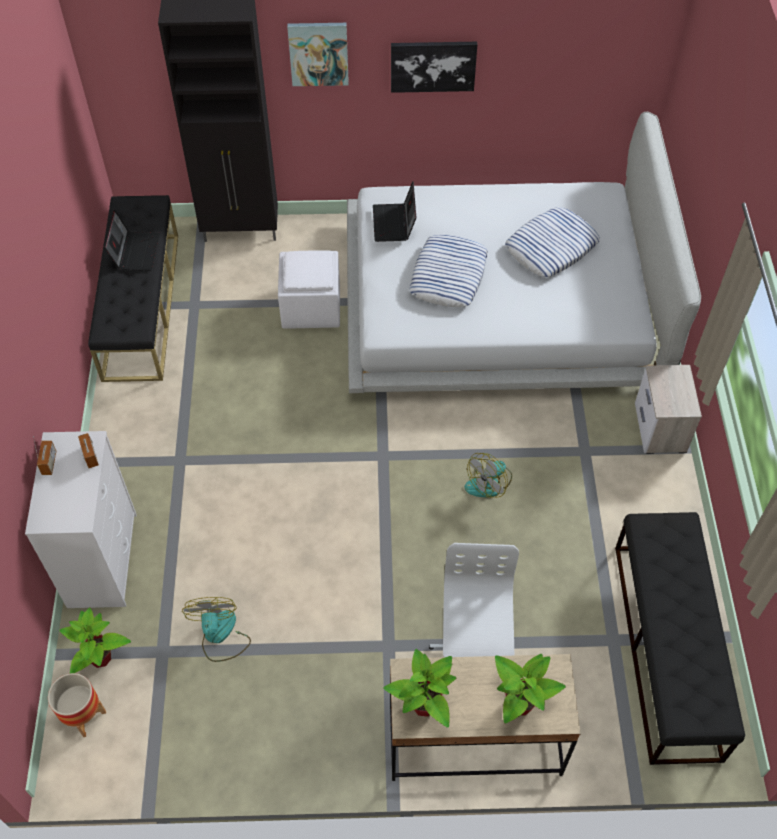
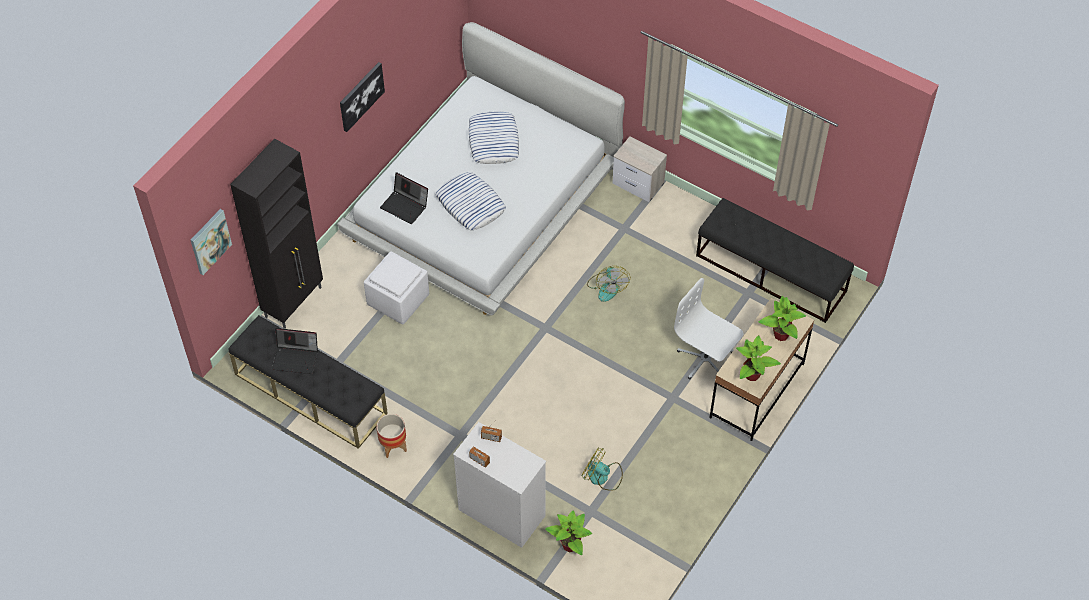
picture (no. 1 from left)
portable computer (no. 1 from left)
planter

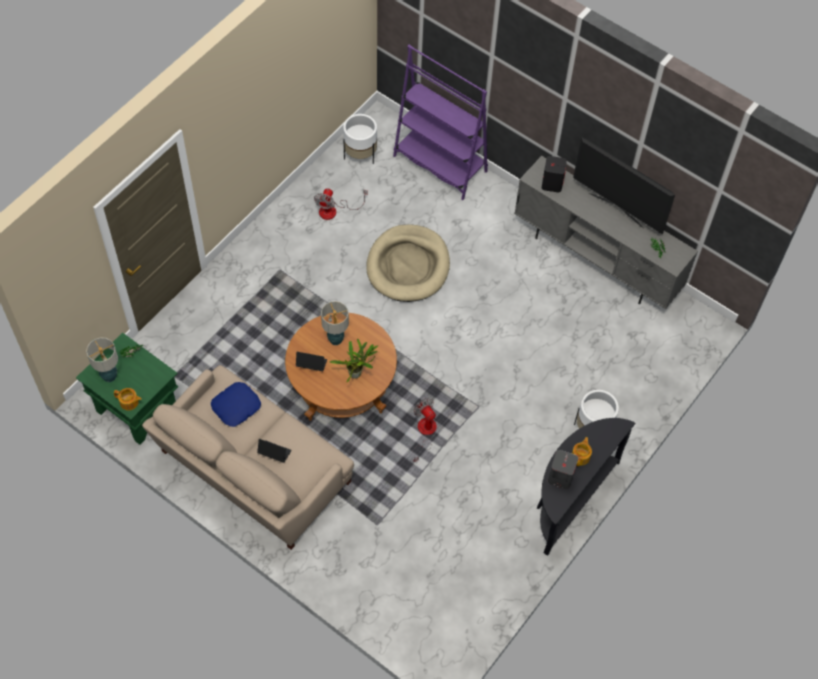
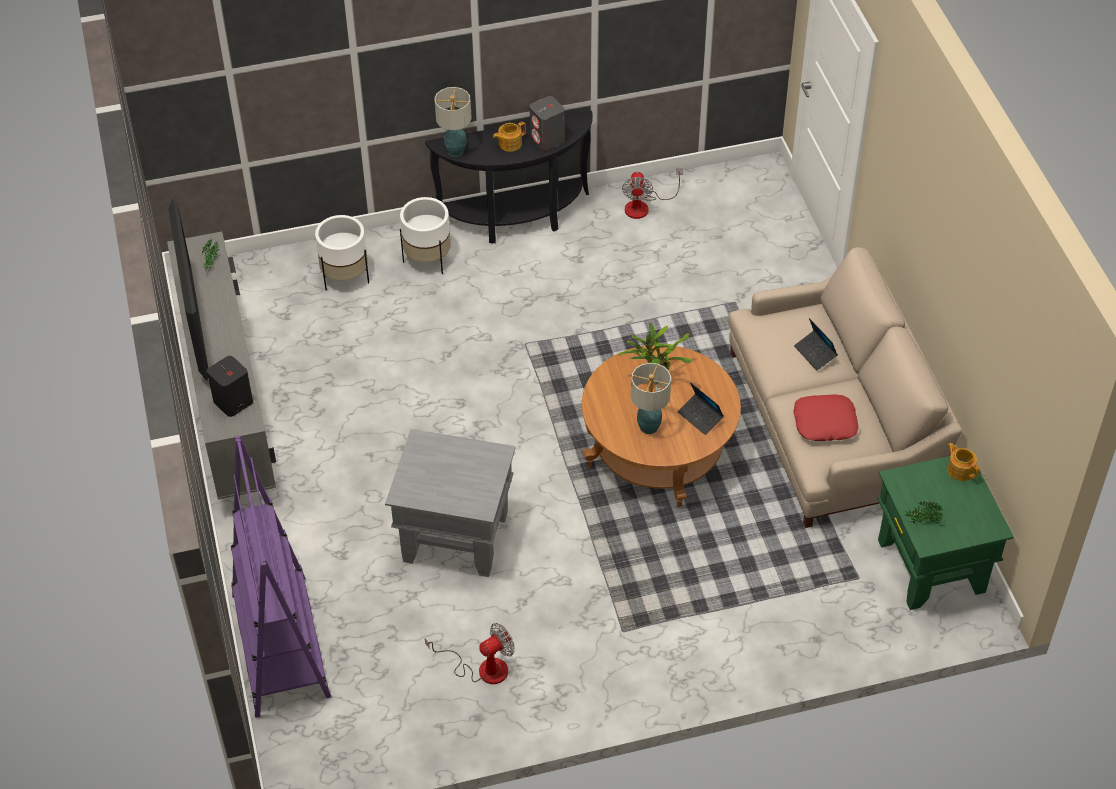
white planter (no. 1 from left)
grey end table
lamp for a table (no. 1 from left)
red throw pillow
fan (no. 2 from left)

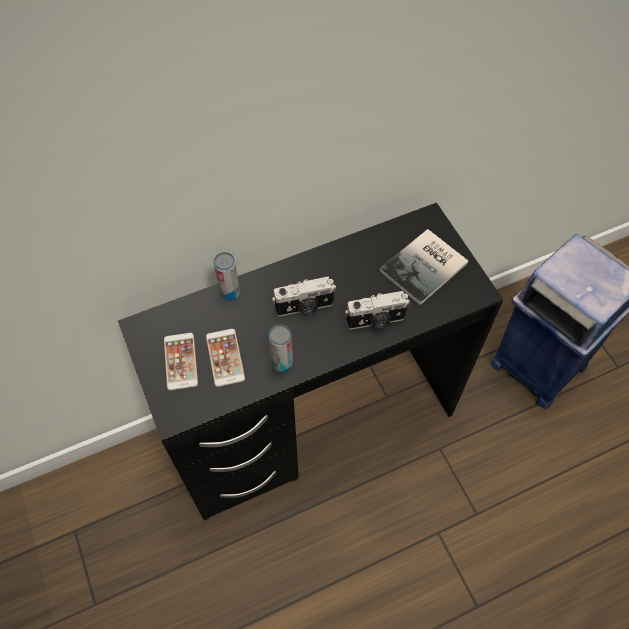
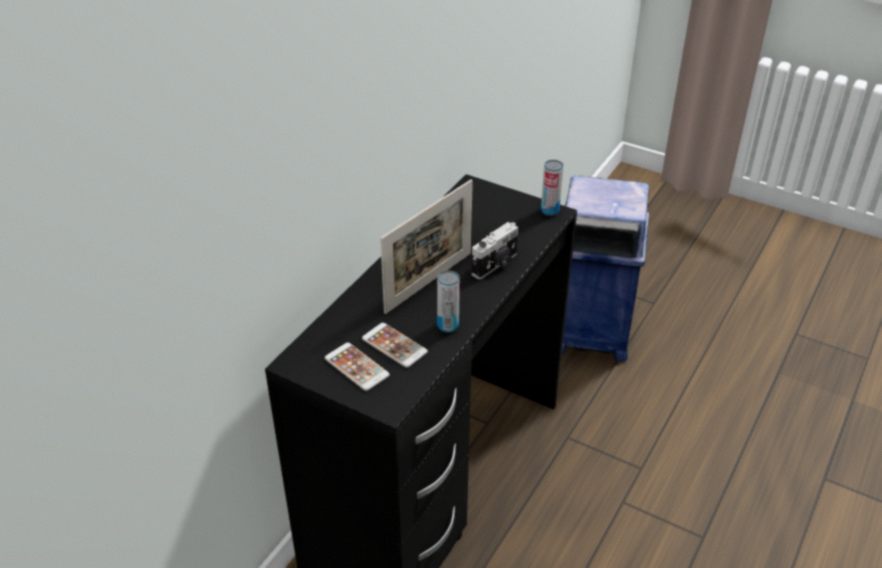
bound book
sealed can (no. 2 from left)
photo frame

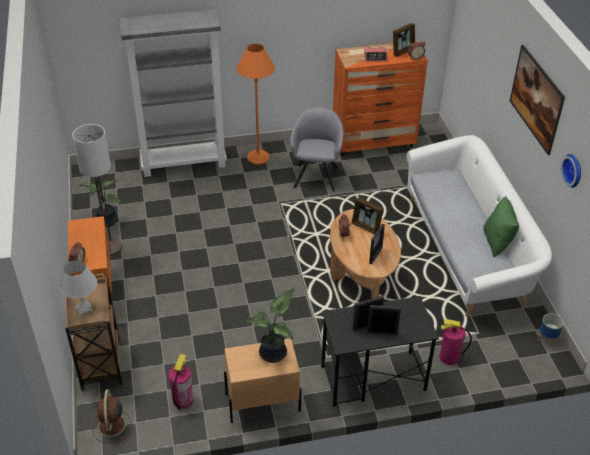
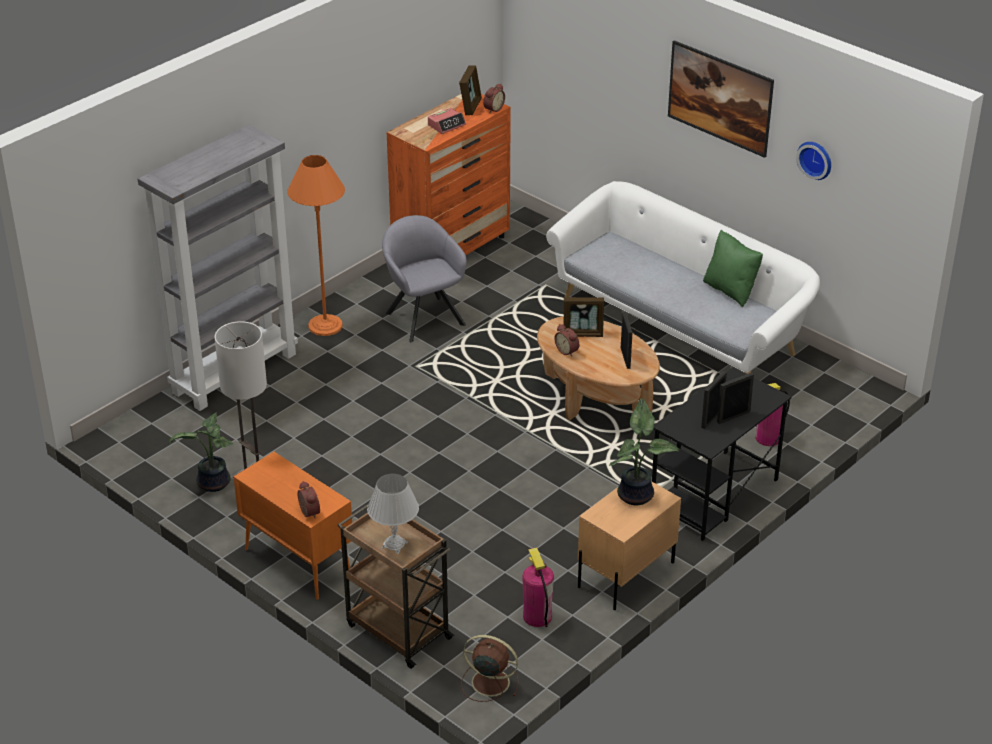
planter
brown fan

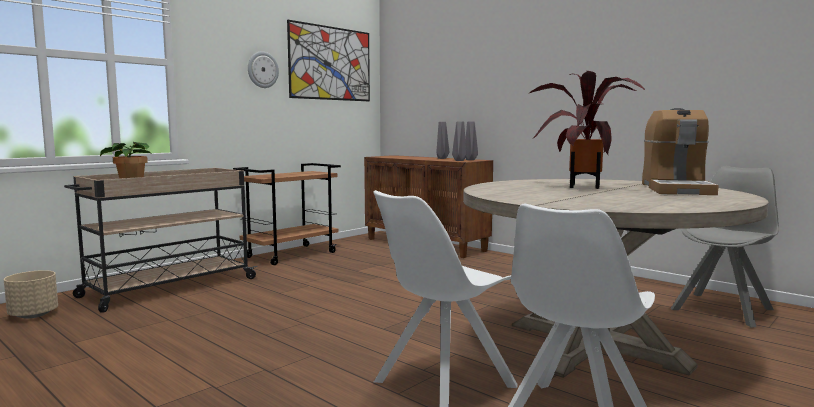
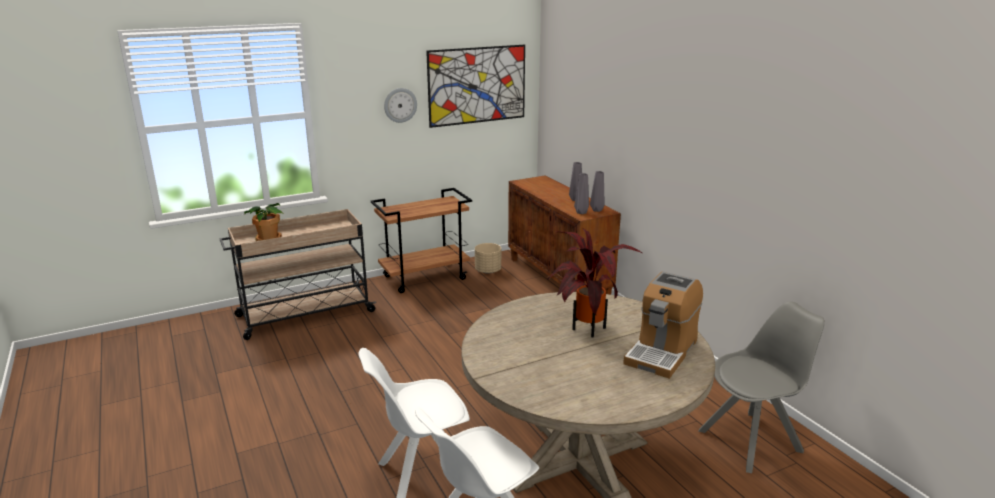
beige-coloured planter

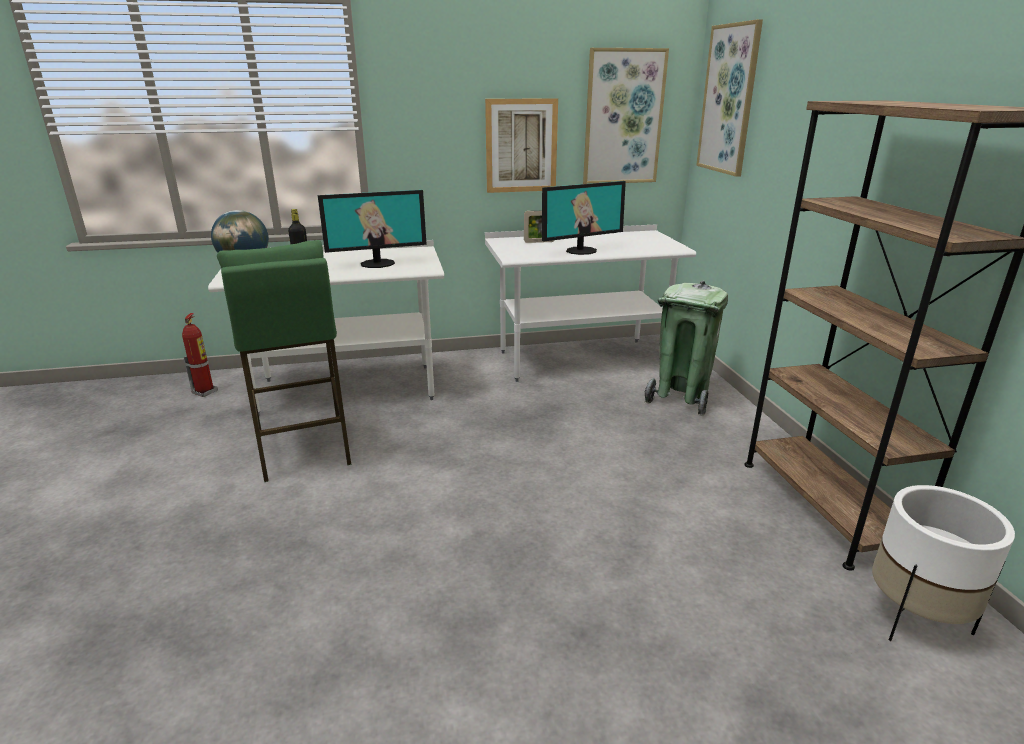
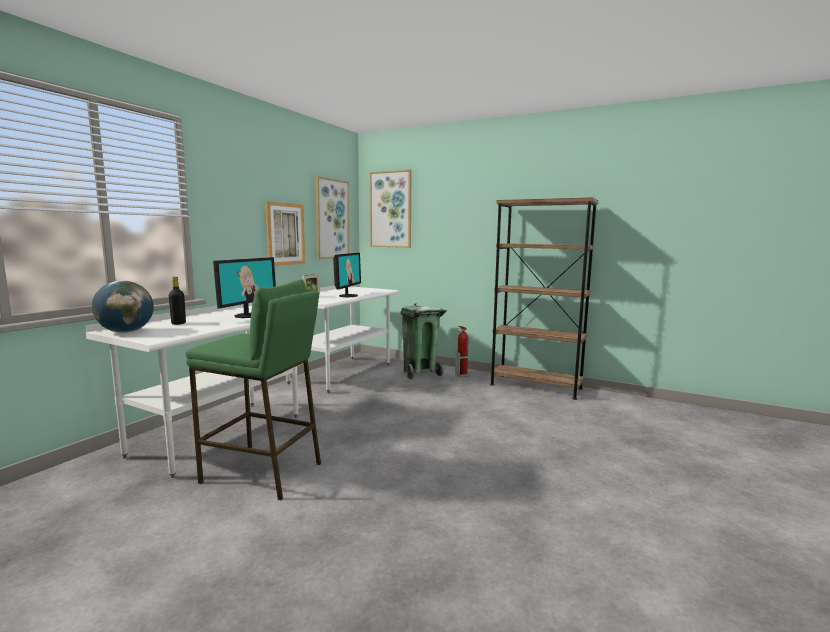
extinguisher
white planter

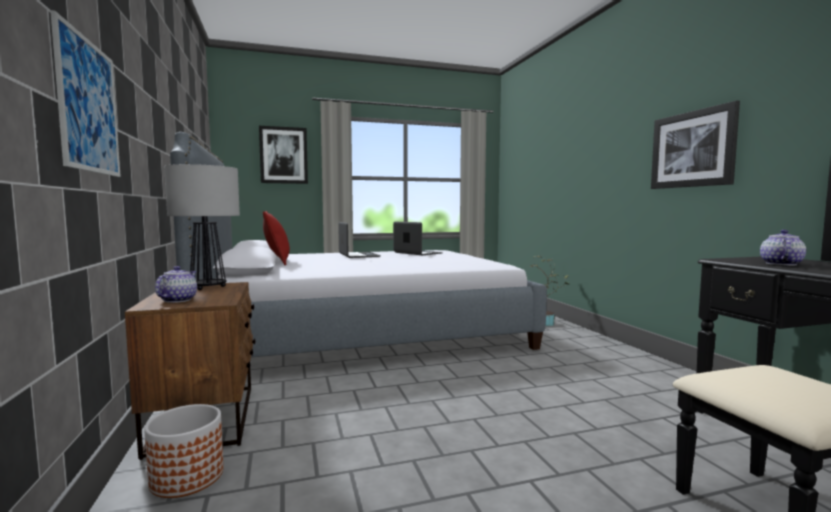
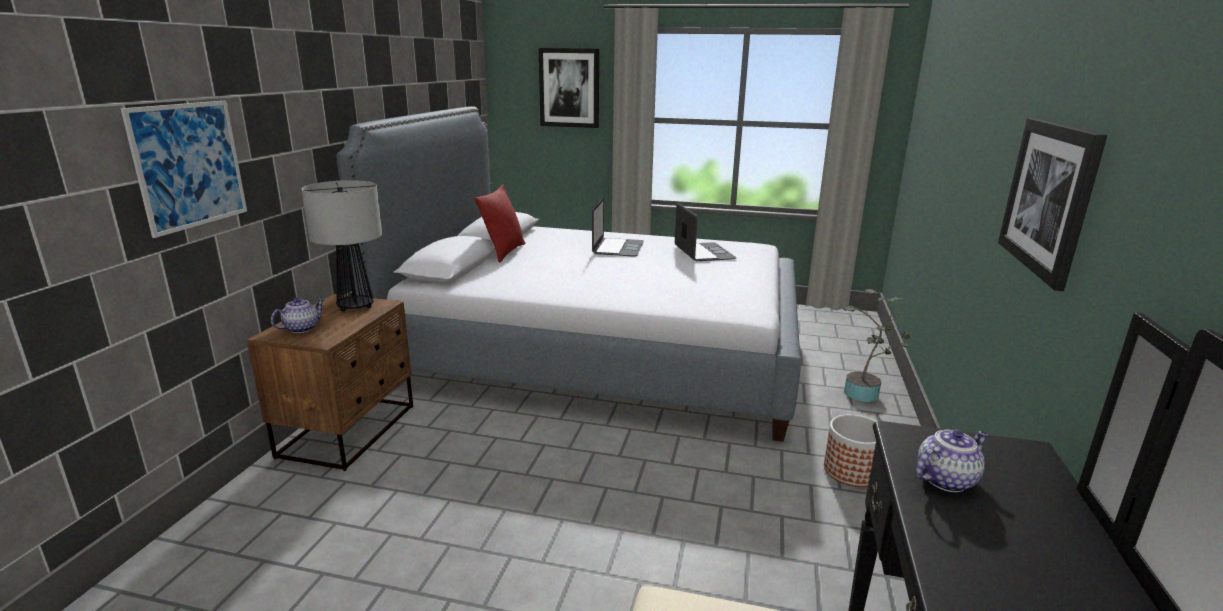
planter

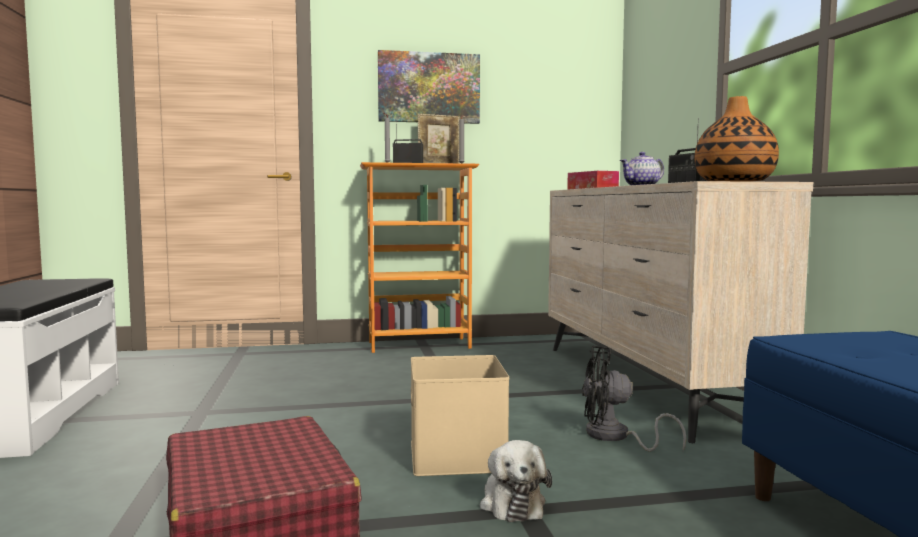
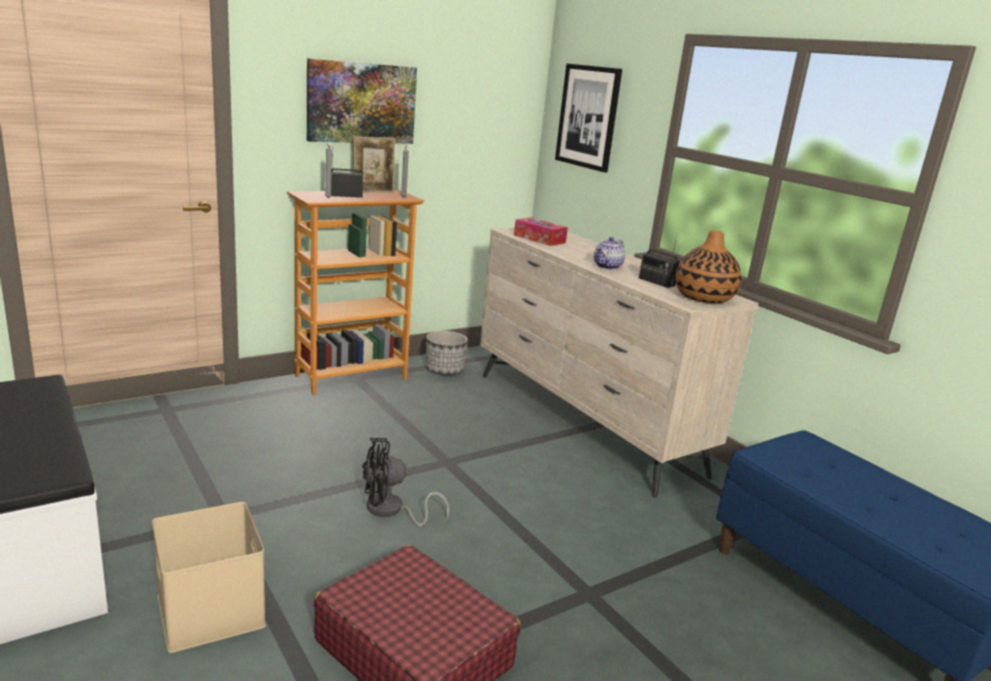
black fan
beige-coloured storage bin
plush toy
picture (no. 2 from left)
planter

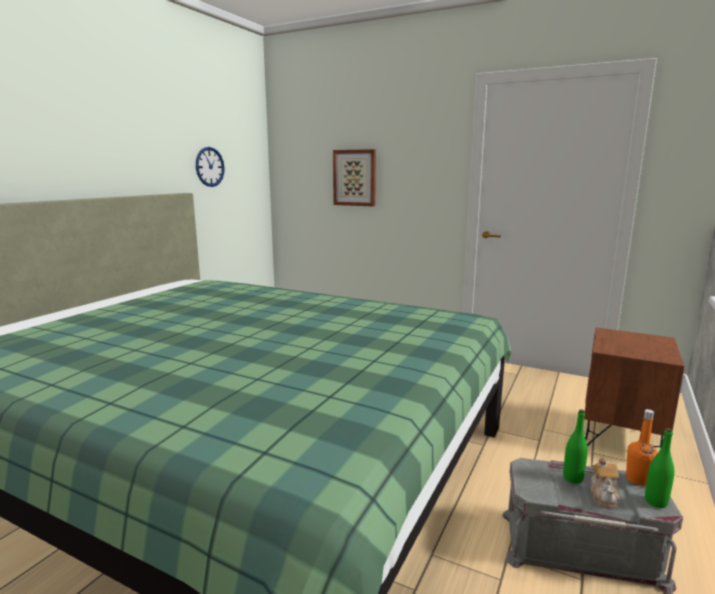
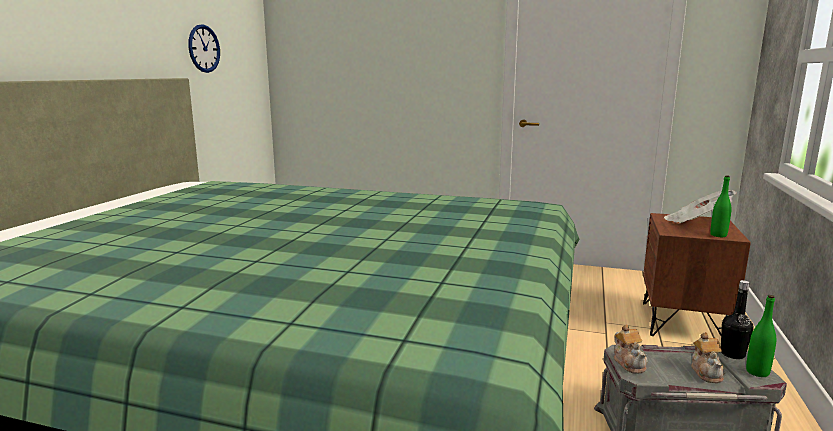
picture
green bottle (no. 1 from left)
black bottle
printed paper
pot for tea (no. 1 from left)

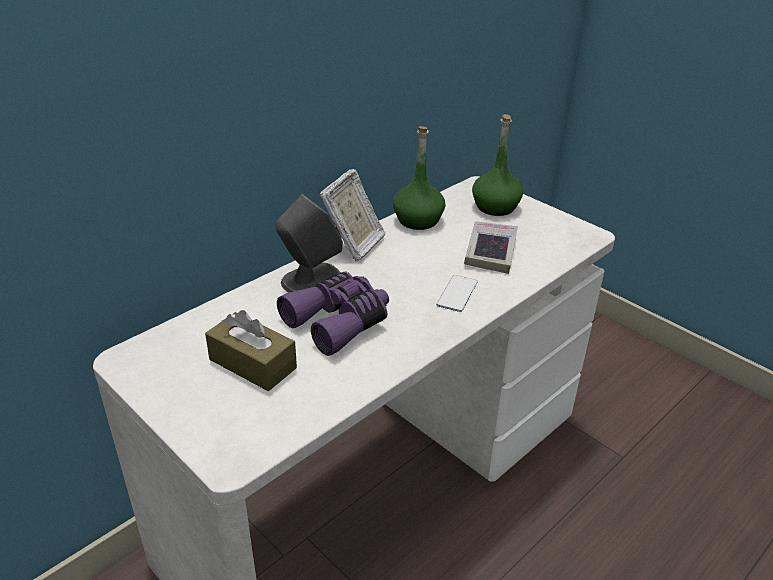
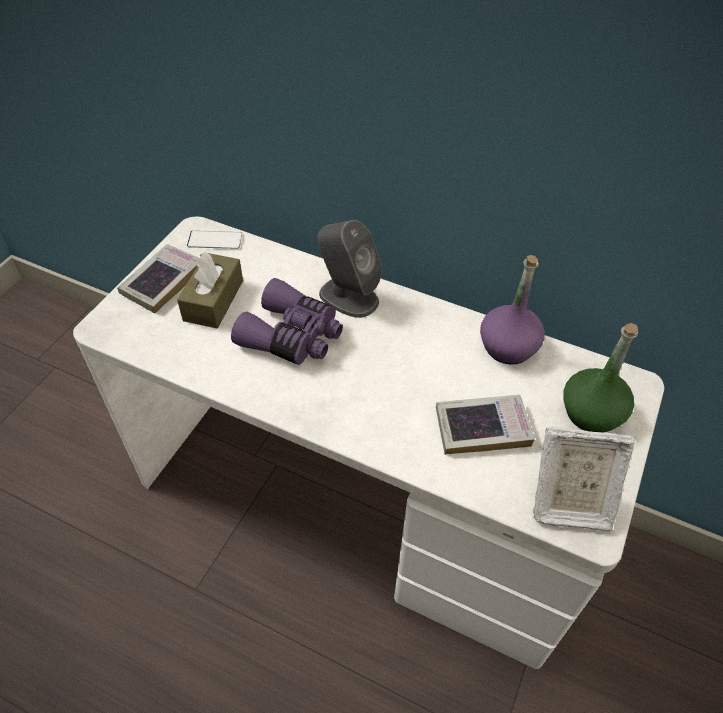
purple-coloured bottle
photo frame
phone
bound book (no. 1 from left)

